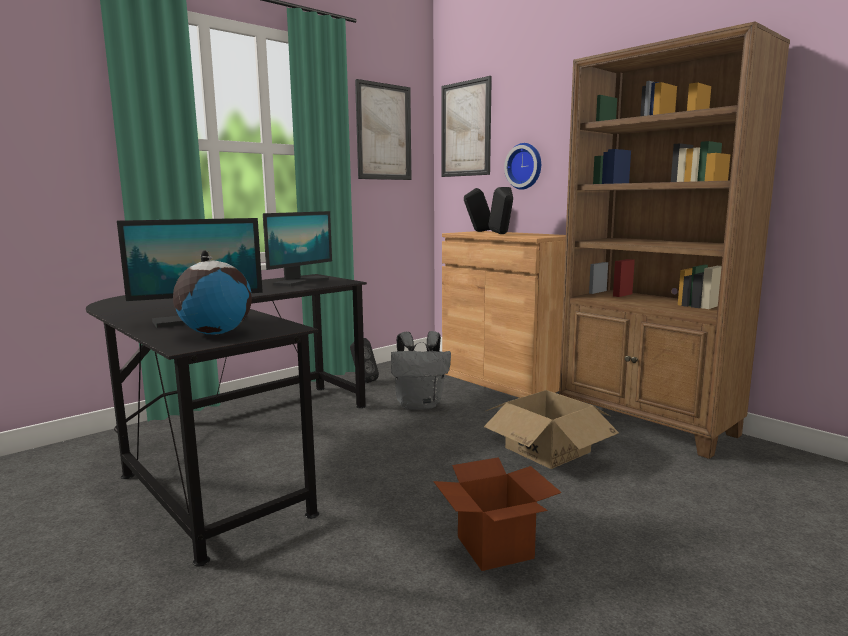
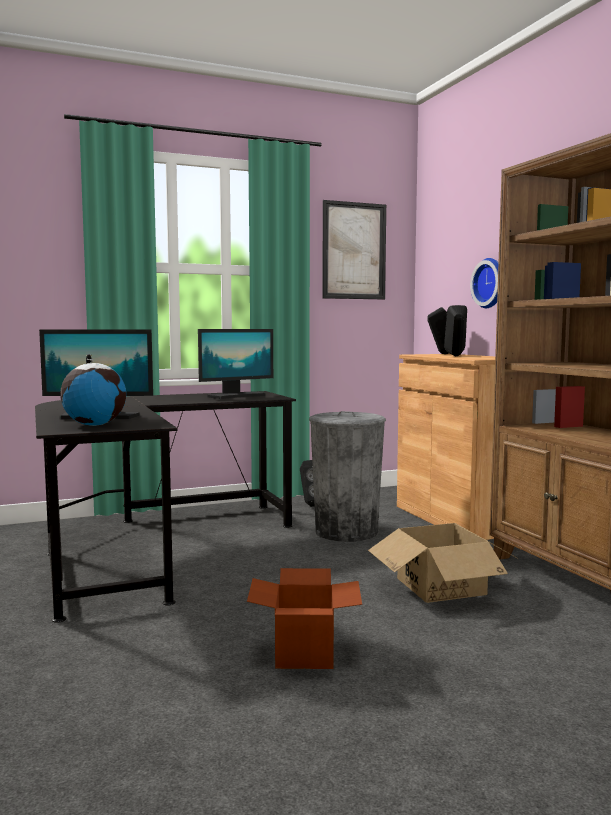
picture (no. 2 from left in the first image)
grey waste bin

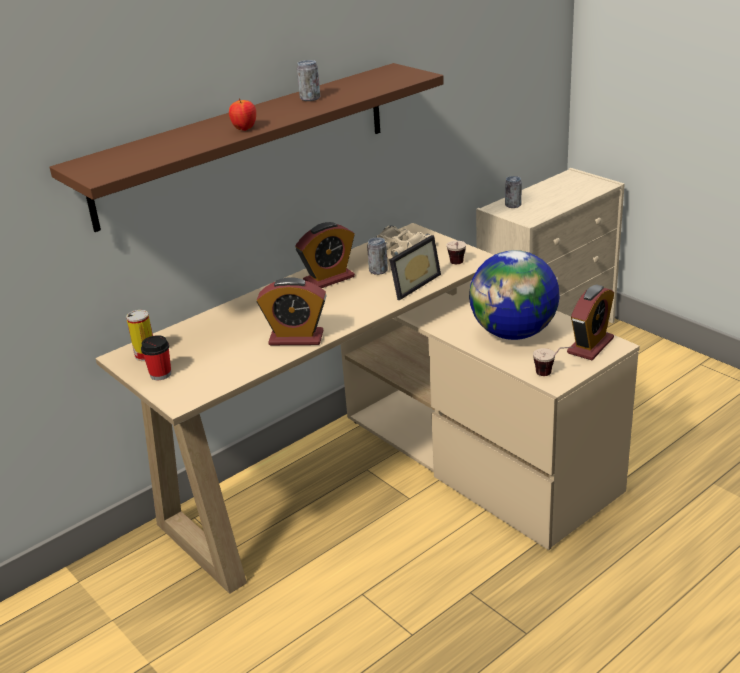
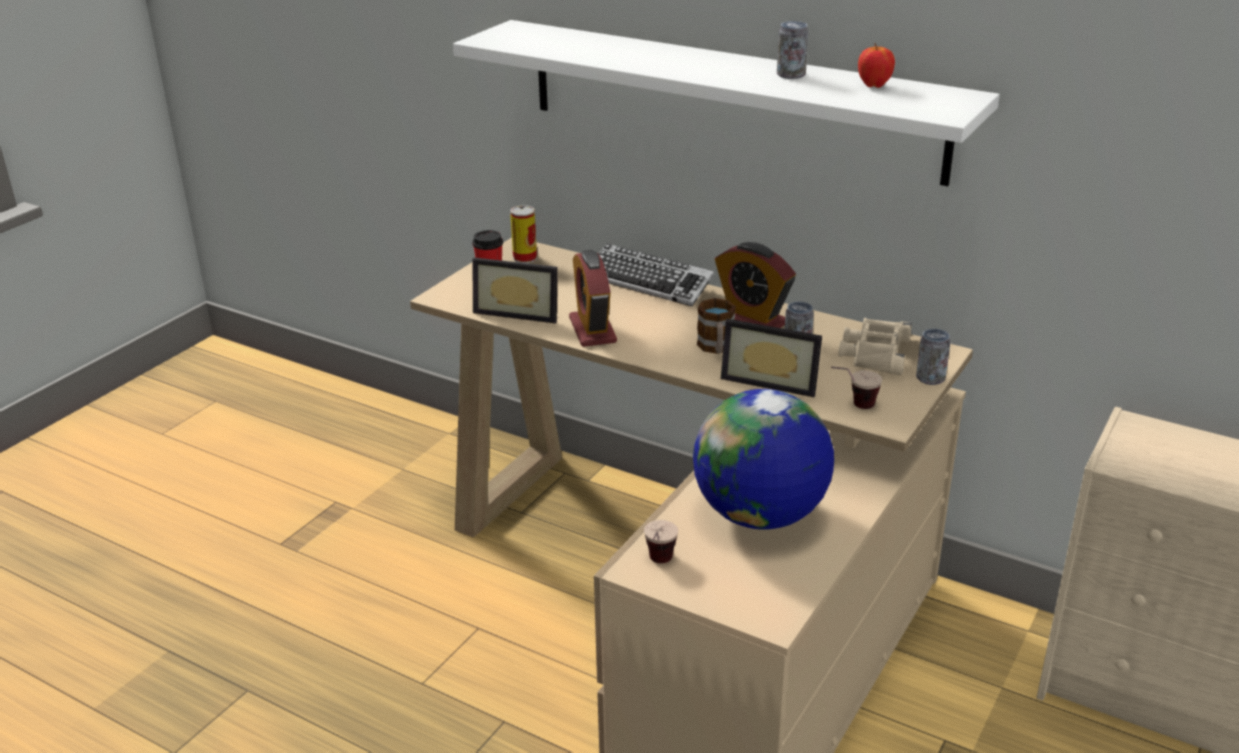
white wall shelf
apple fruit
sealed can (no. 4 from left)
alarm clock (no. 3 from left in the first image)
PC keyboard
photo frame (no. 1 from left)
tea mug

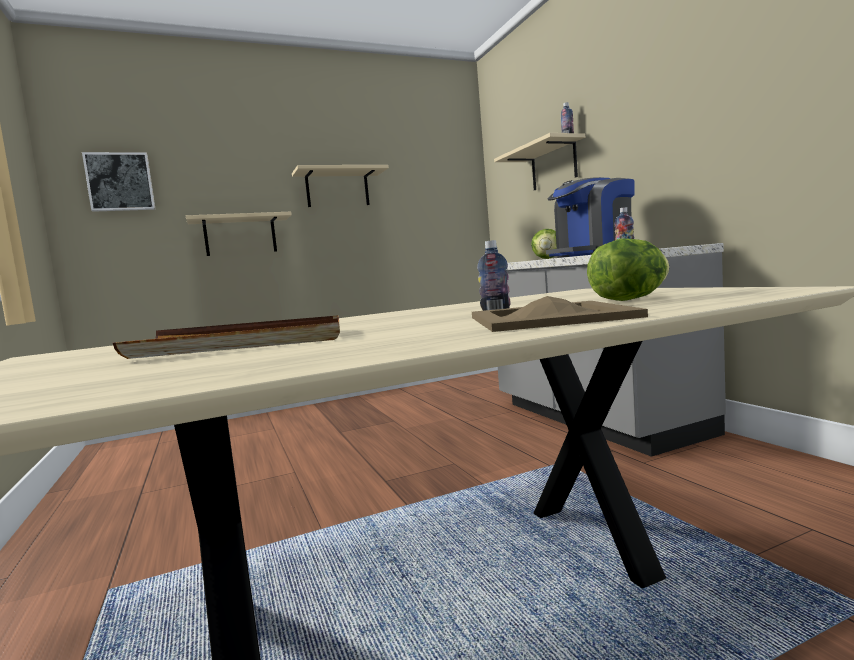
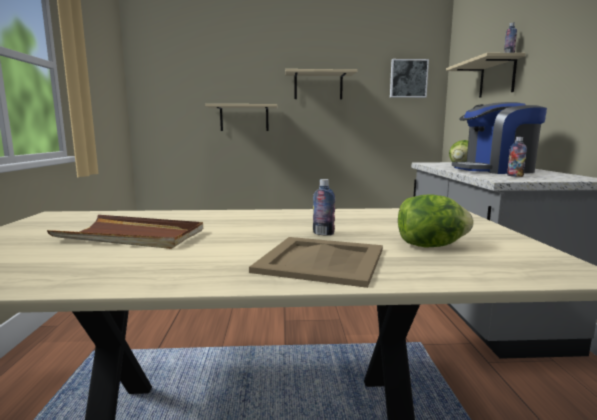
picture

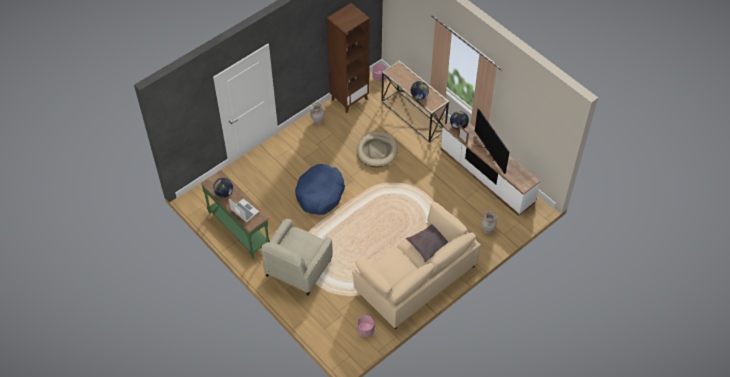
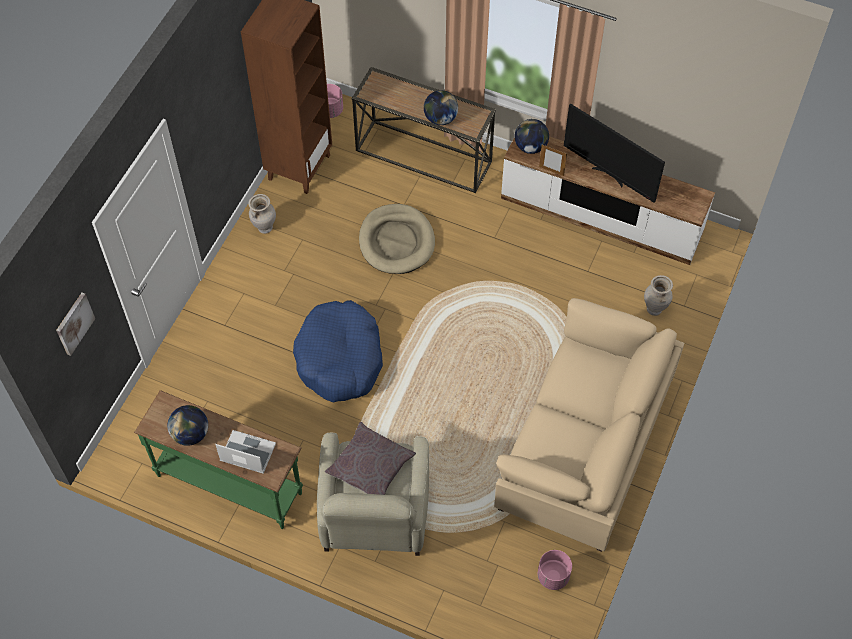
grey throw pillow
picture

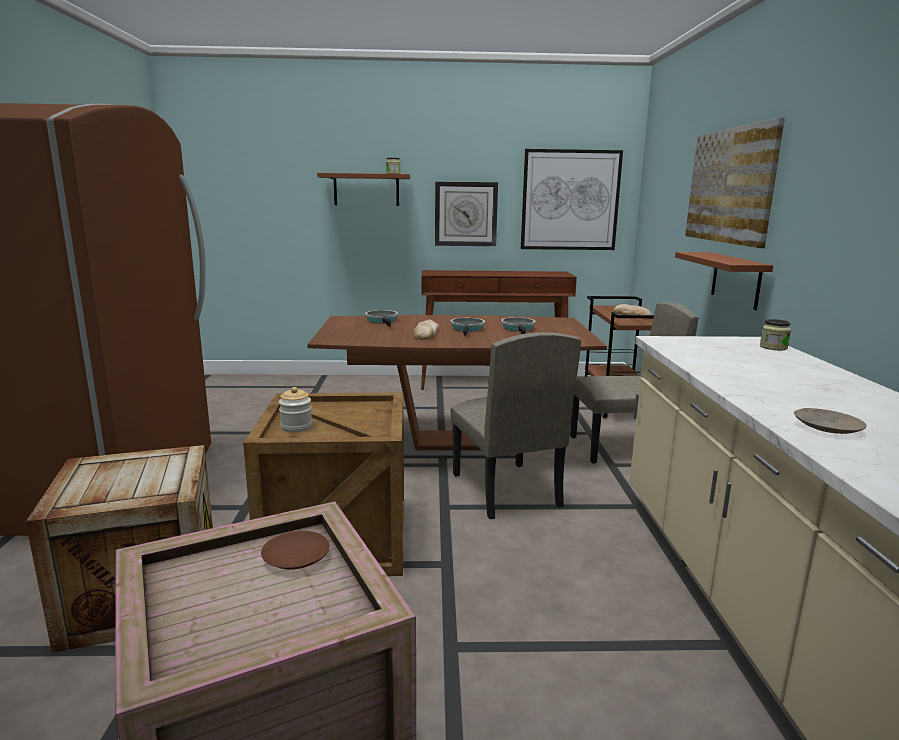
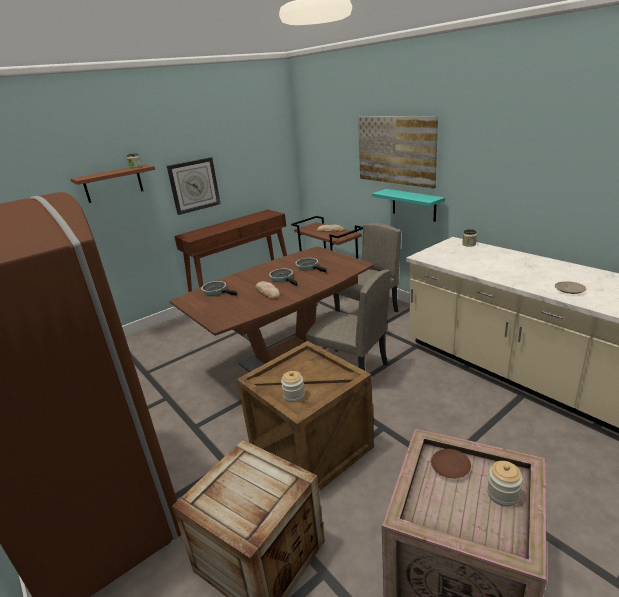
picture (no. 1 from left in the first image)
turquoise wall shelf
storage jar (no. 4 from left)

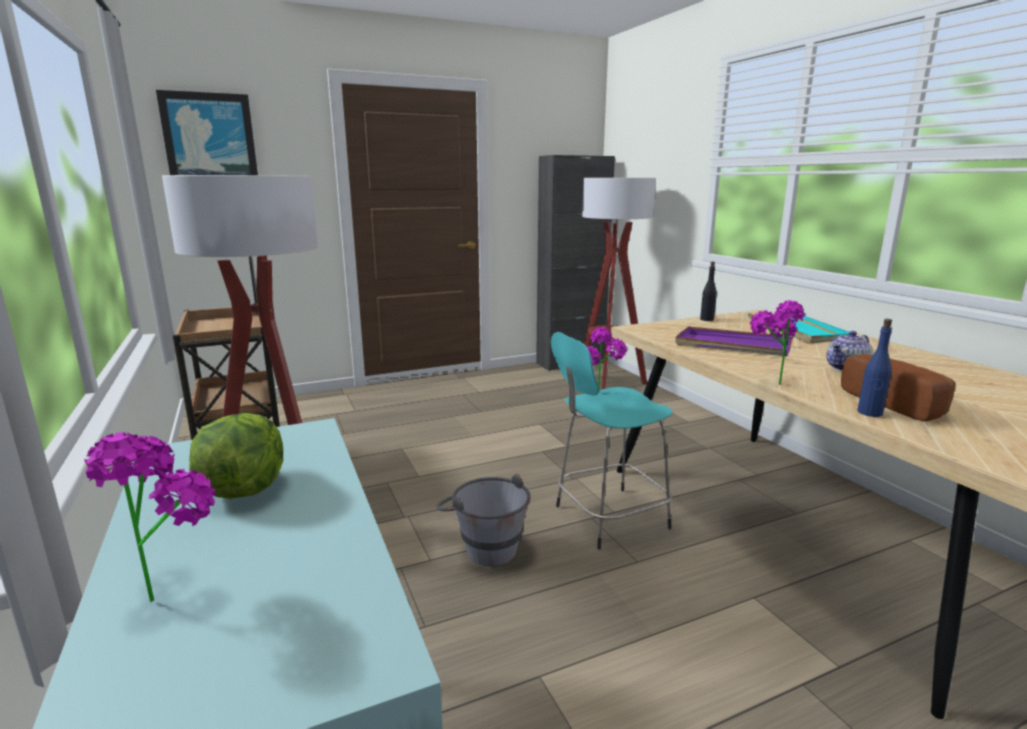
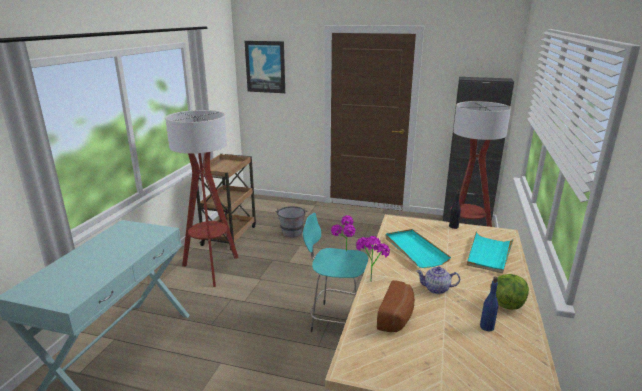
blue-coloured bottle
turquoise carrying tray (no. 1 from left)
lettuce
houseplant (no. 1 from left in the first image)
grey pail

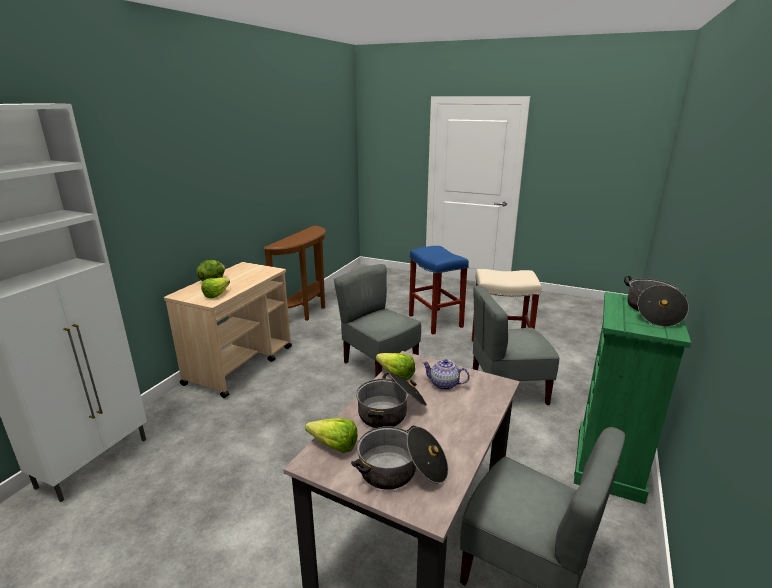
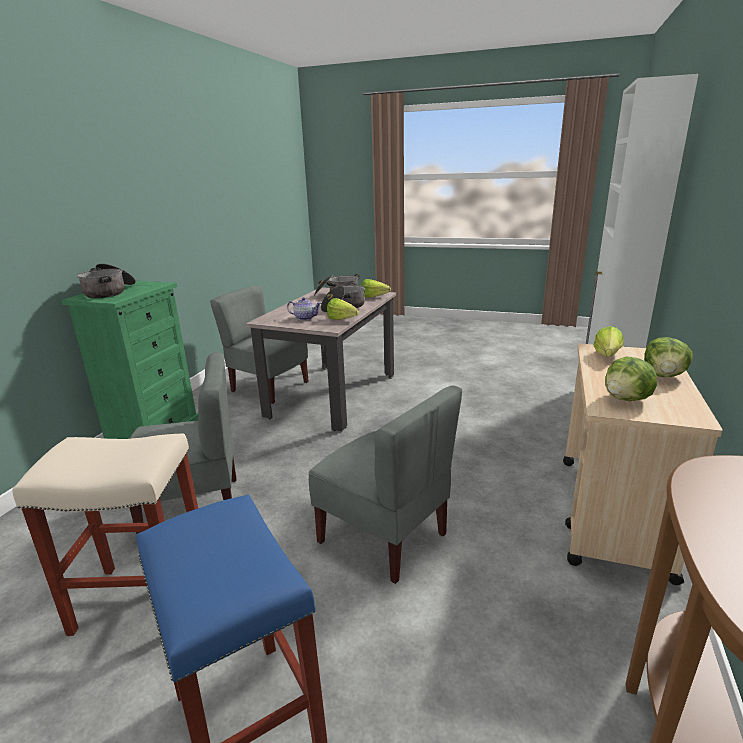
lettuce (no. 4 from left)

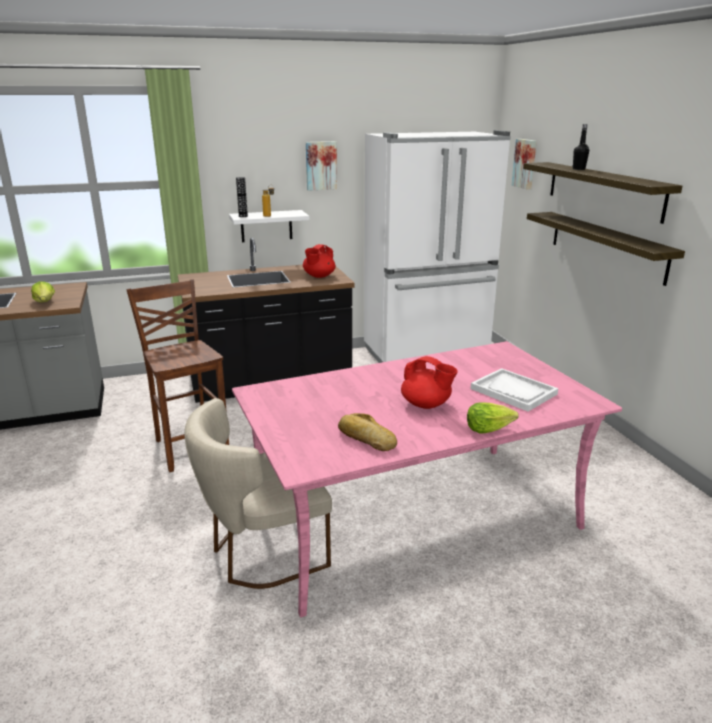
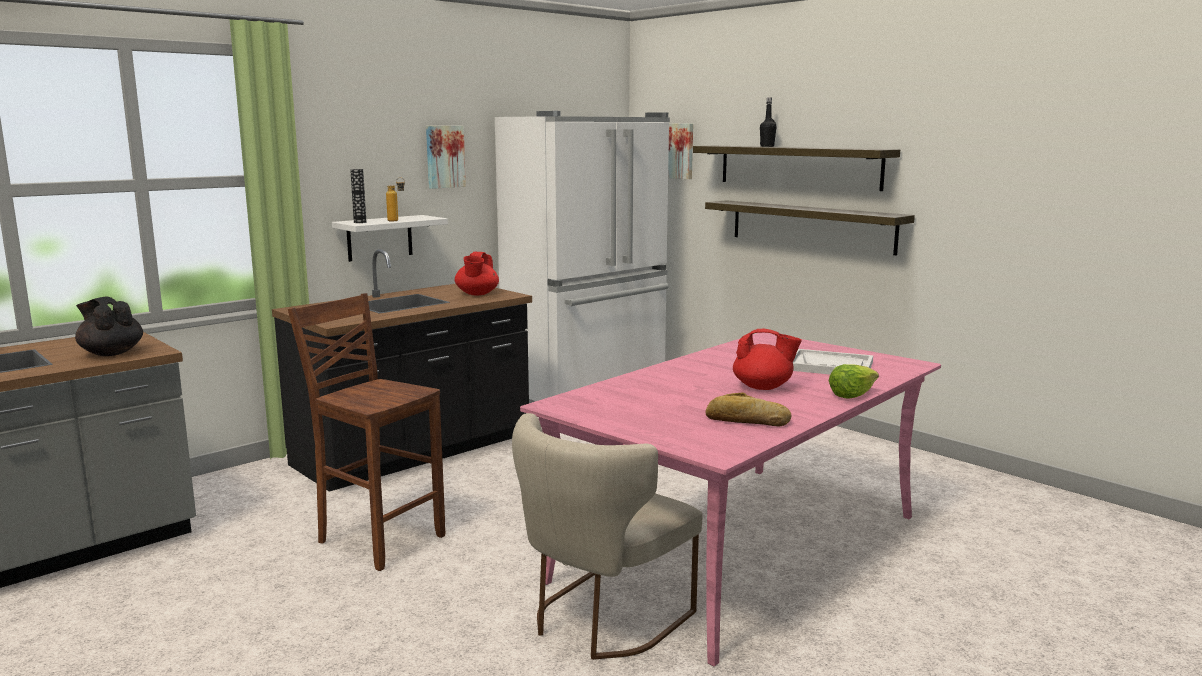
black pot for tea

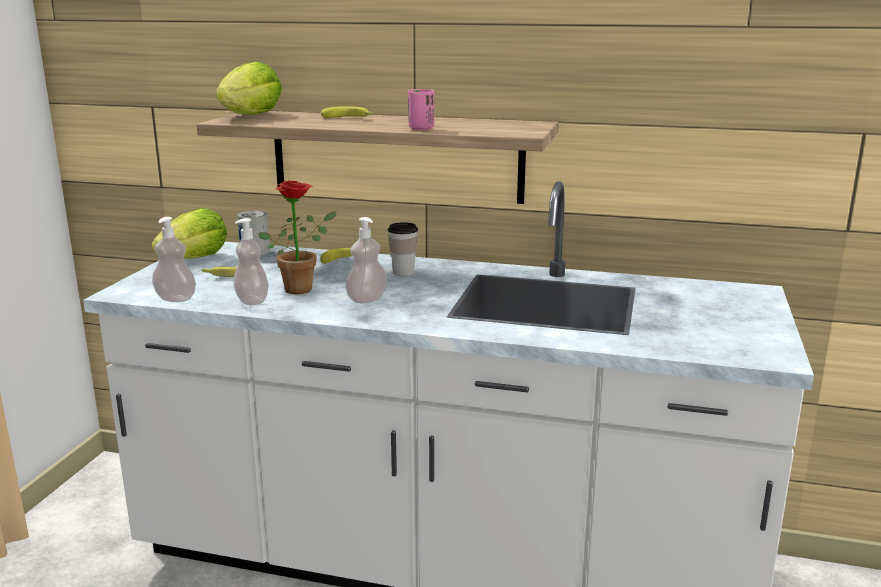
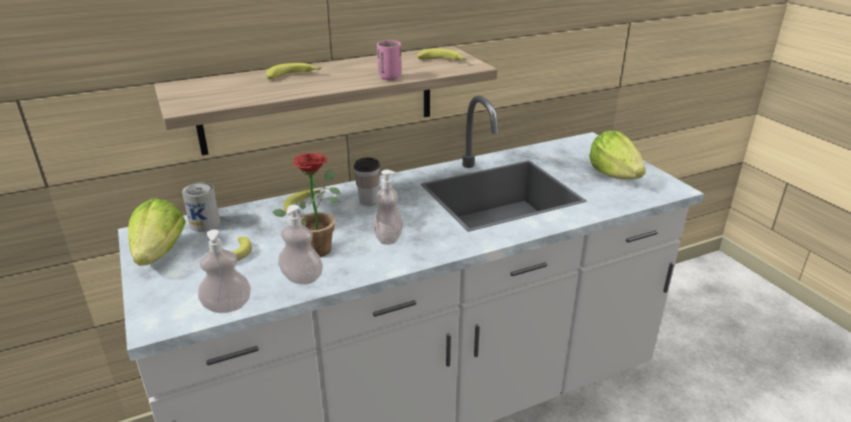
lettuce (no. 2 from left)
whole banana (no. 4 from left)

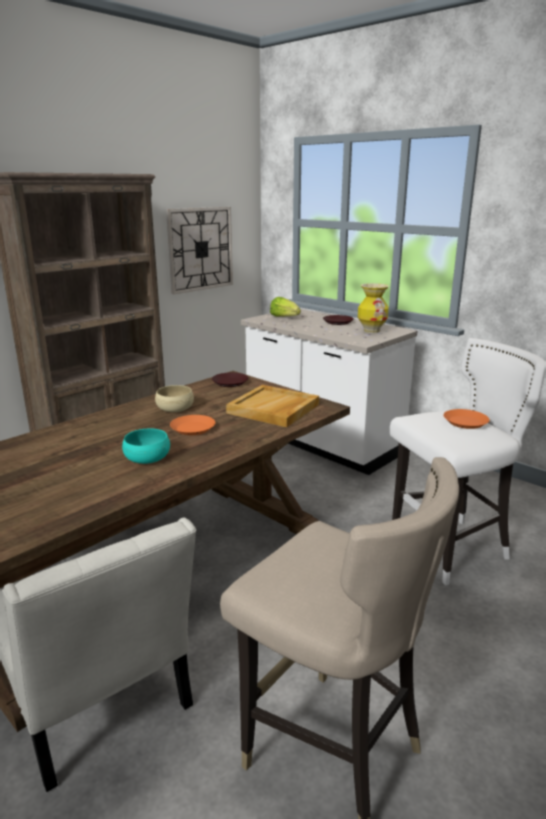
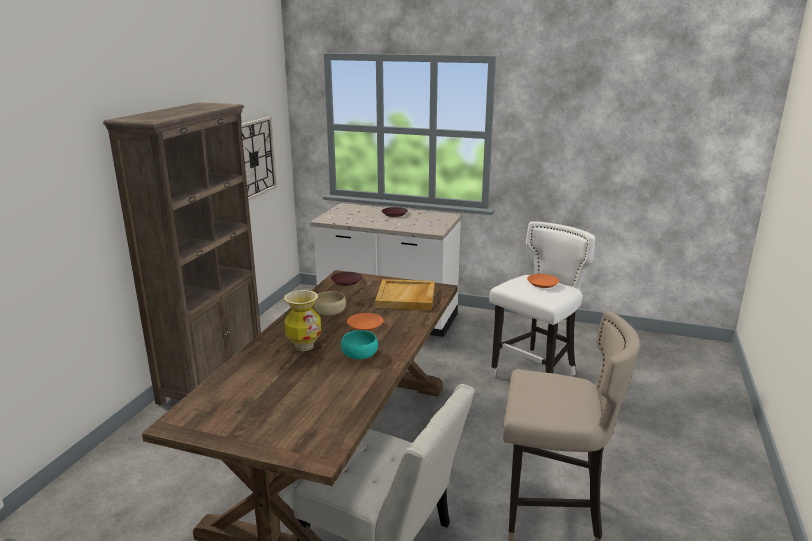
vase
lettuce

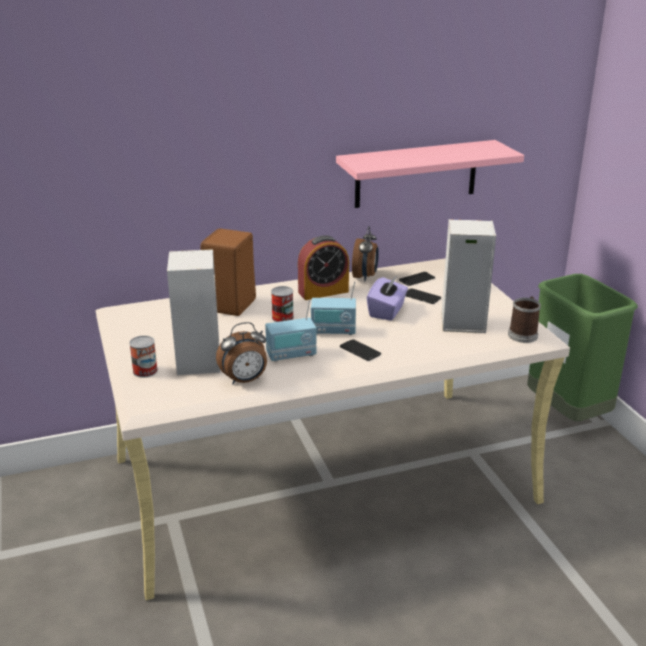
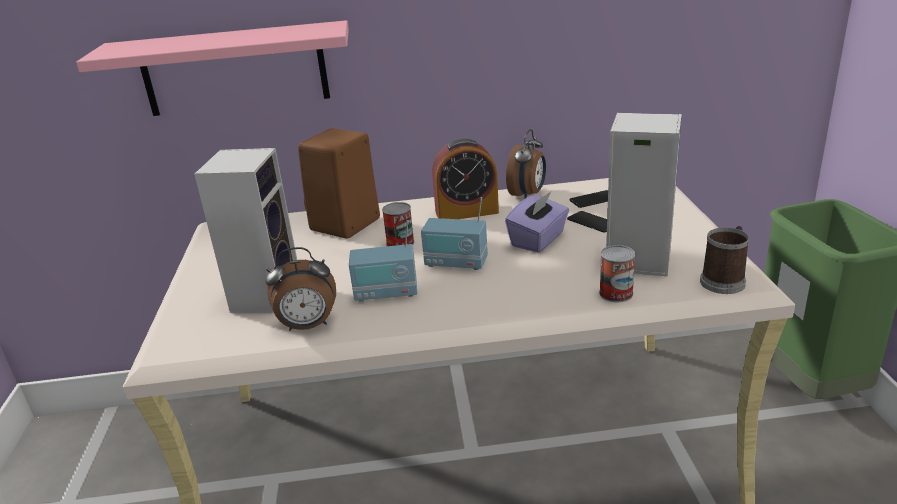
pink-coloured wall shelf
sealed can (no. 2 from left)
phone (no. 1 from left in the first image)

